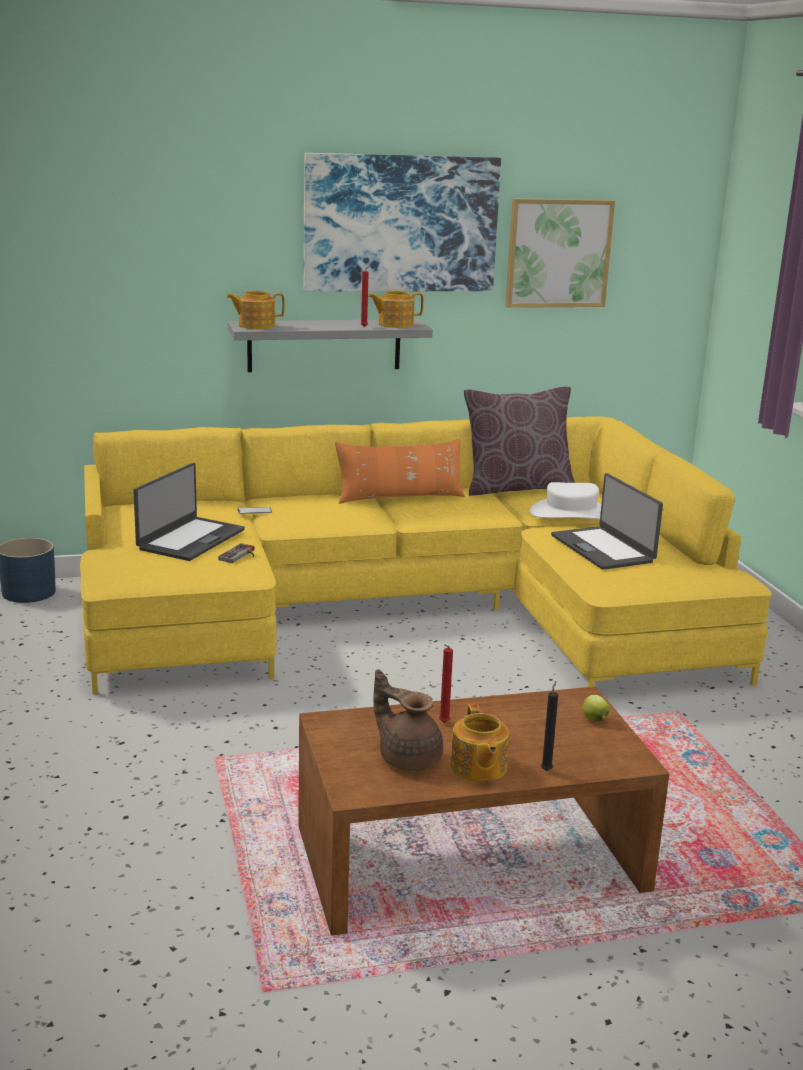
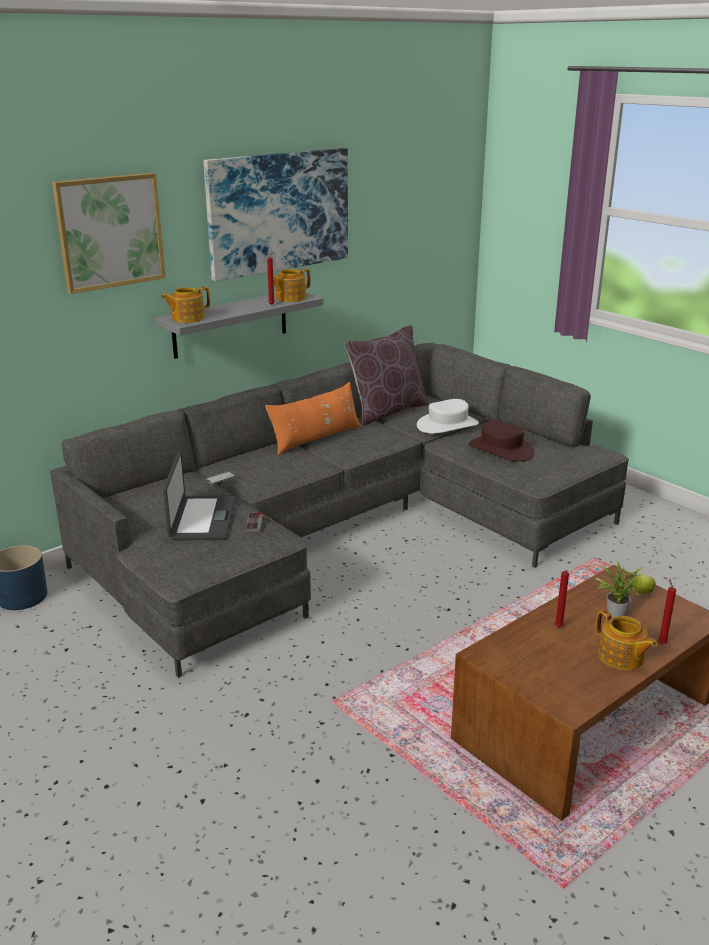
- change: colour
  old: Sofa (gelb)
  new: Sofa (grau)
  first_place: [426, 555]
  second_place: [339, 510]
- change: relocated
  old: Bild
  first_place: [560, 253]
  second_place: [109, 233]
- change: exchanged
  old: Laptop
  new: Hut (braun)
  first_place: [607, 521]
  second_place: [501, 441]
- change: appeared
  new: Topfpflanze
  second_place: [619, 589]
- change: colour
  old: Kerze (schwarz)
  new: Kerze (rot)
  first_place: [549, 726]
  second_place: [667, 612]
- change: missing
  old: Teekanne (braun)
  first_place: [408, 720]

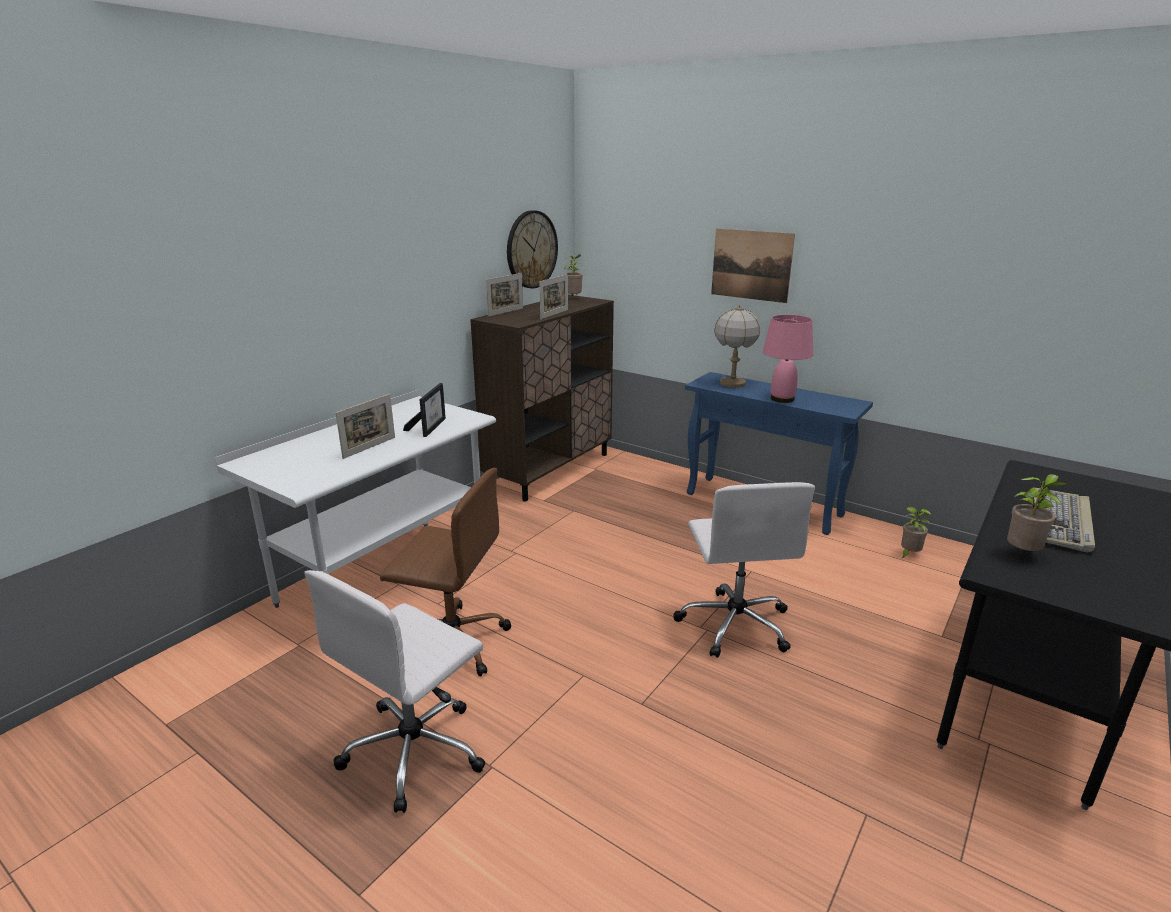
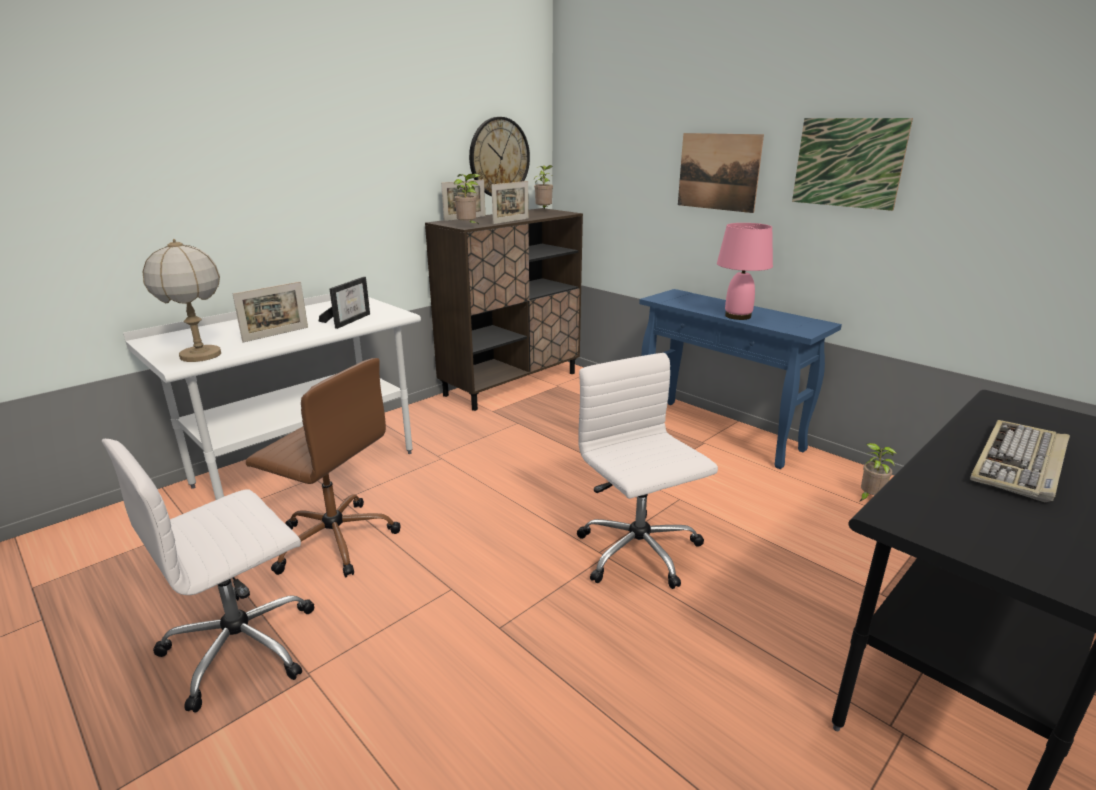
- change: relocated
  old: Tischlampe
  first_place: [737, 346]
  second_place: [181, 300]
- change: relocated
  old: Topfpflanze
  first_place: [1037, 512]
  second_place: [467, 198]
- change: spun
  old: Bürostuhl (weiß)
  first_place: [744, 570]
  second_place: [647, 471]
  degrees: 150
- change: appeared
  new: Bild
  second_place: [852, 164]

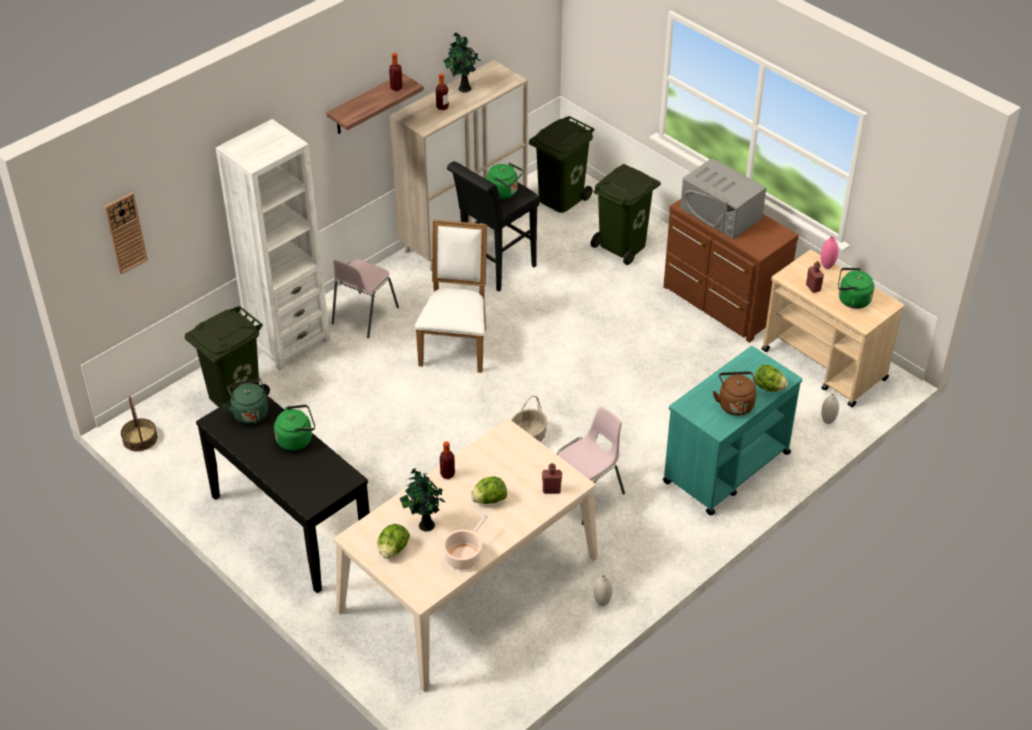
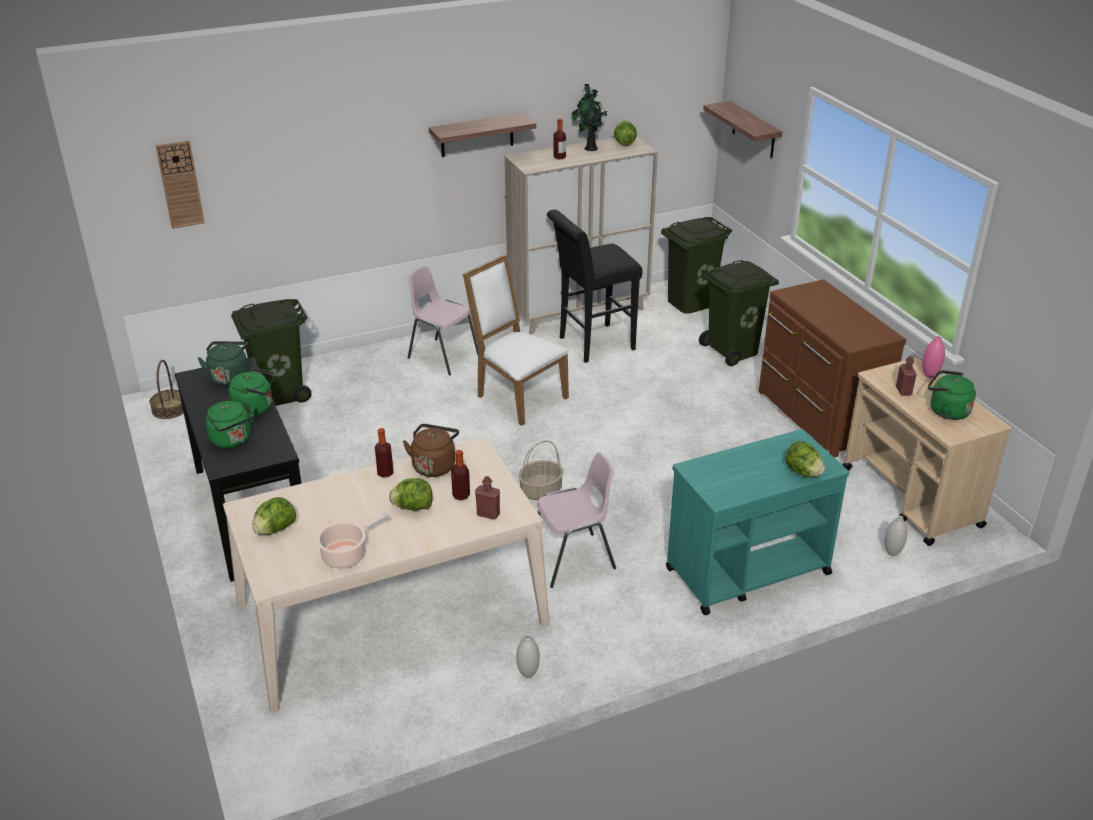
- change: relocated
  old: Wasserkessel (grün)
  first_place: [505, 180]
  second_place: [230, 424]
- change: relocated
  old: Wasserkessel (braun)
  first_place: [734, 393]
  second_place: [431, 450]
- change: spun
  old: Stuhl (rosa)
  first_place: [365, 298]
  second_place: [443, 321]
  degrees: 75
- change: relocated
  old: Flasche
  first_place: [396, 72]
  second_place: [460, 475]
- change: spun
  old: Stuhl (weiß)
  first_place: [451, 296]
  second_place: [516, 340]
  degrees: -75
- change: appeared
  new: Salatkopf
  second_place: [625, 133]
- change: appeared
  new: Wandregal
  second_place: [742, 129]
- change: missing
  old: Bücherregal (weiß)
  first_place: [273, 244]
- change: missing
  old: Topfpflanze
  first_place: [422, 500]
- change: missing
  old: Mikrowelle (grau)
  first_place: [723, 198]

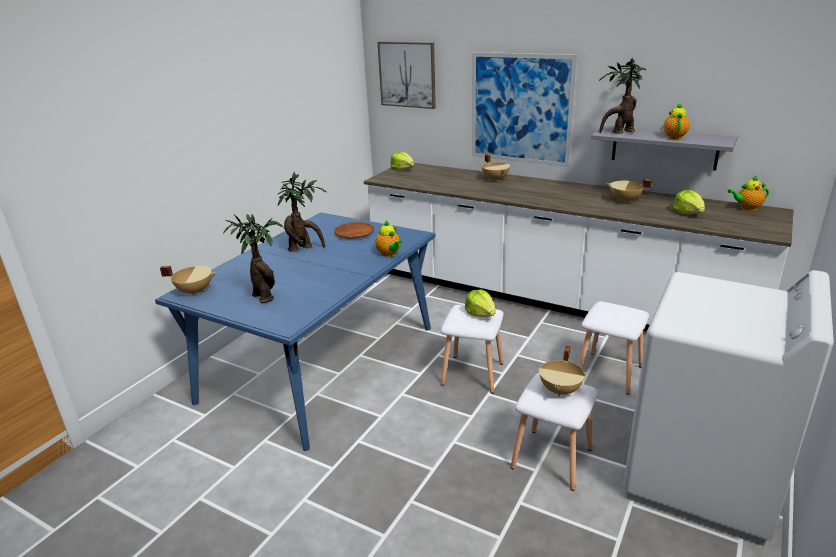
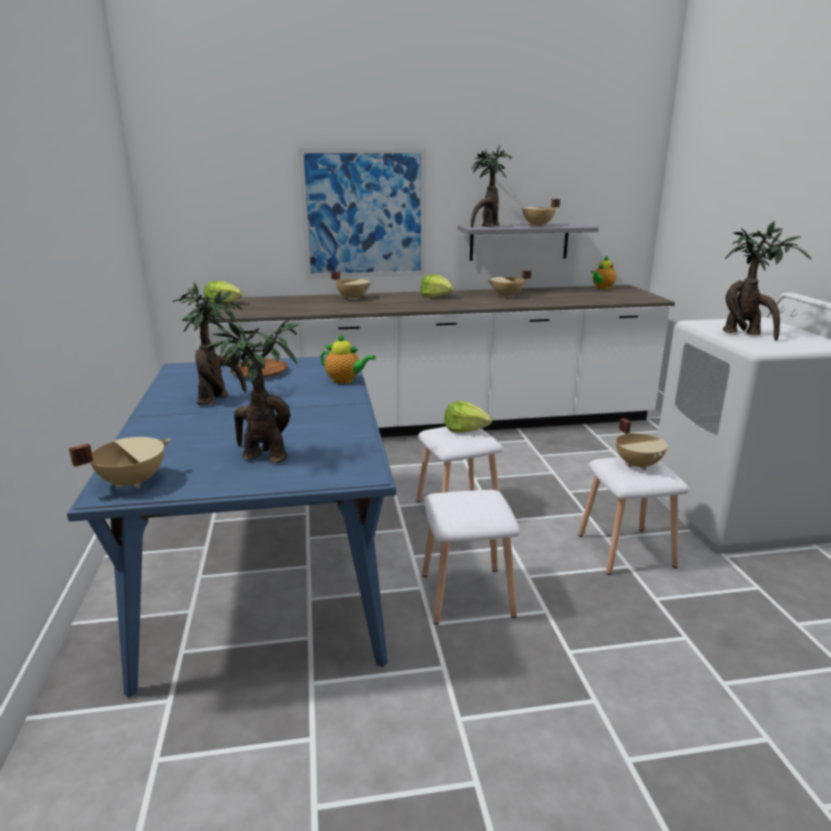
- change: relocated
  old: Salatkopf
  first_place: [689, 202]
  second_place: [437, 286]
- change: relocated
  old: Hocker (weiß)
  first_place: [613, 348]
  second_place: [471, 557]
- change: exchanged
  old: Teekanne
  new: Kochtopf (beige)
  first_place: [677, 121]
  second_place: [541, 212]
- change: appeared
  new: Topfpflanze
  second_place: [767, 281]
- change: missing
  old: Bild
  first_place: [407, 75]

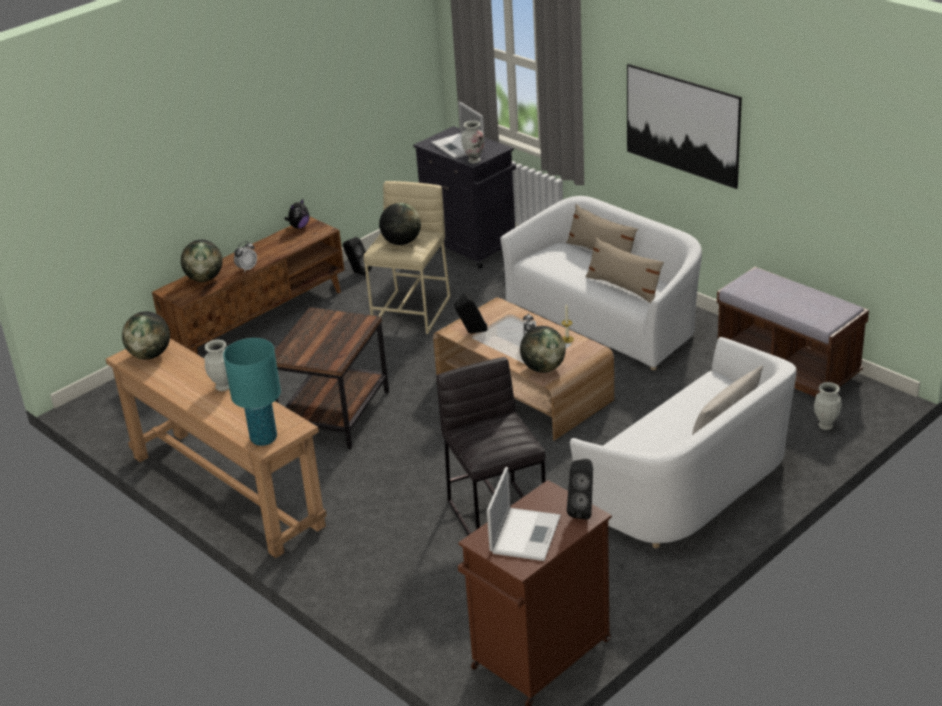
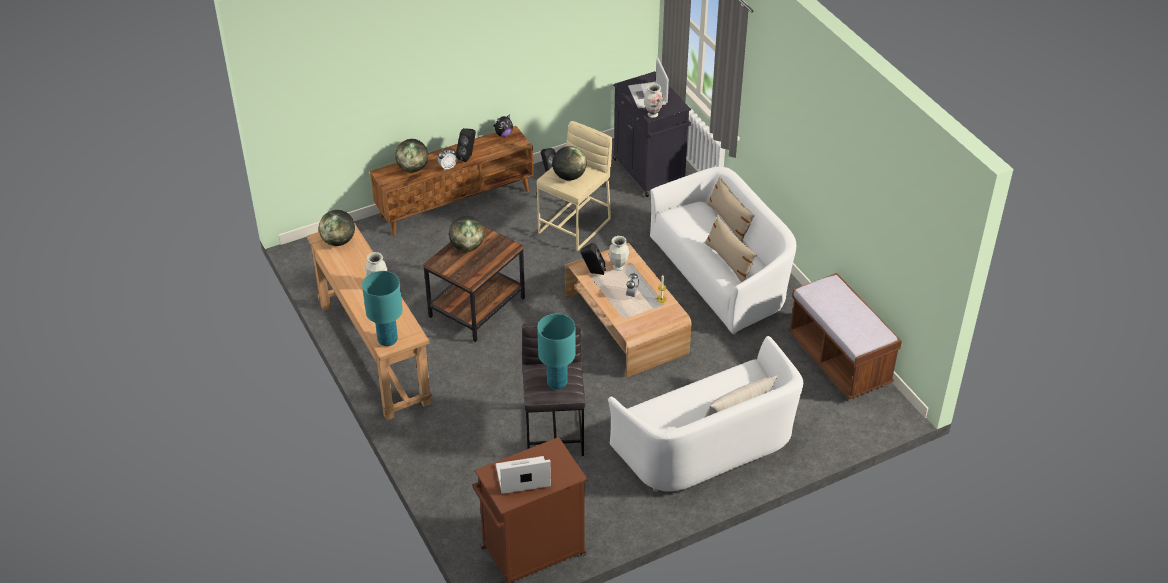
- change: relocated
  old: Globus
  first_place: [543, 349]
  second_place: [466, 234]
- change: relocated
  old: Lautsprecher (schwarz)
  first_place: [580, 489]
  second_place: [466, 145]
- change: spun
  old: Laptop
  first_place: [524, 514]
  second_place: [523, 475]
  degrees: -135
- change: appeared
  new: Tischlampe (türkis)
  second_place: [556, 351]
- change: relocated
  old: Vase
  first_place: [828, 406]
  second_place: [619, 253]
- change: missing
  old: Bild
  first_place: [684, 126]

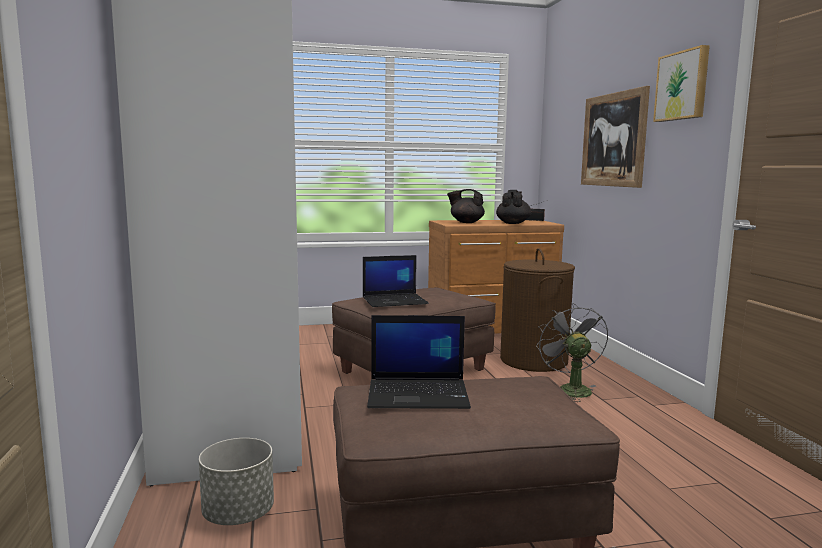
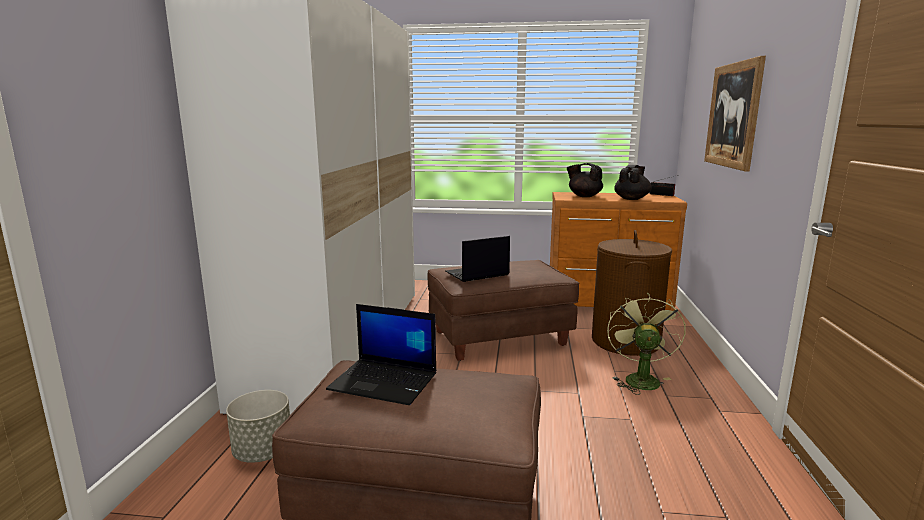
- change: spun
  old: Laptop
  first_place: [395, 281]
  second_place: [477, 259]
  degrees: 150
- change: colour
  old: Ventilator (grau)
  new: Ventilator (grün)
  first_place: [572, 352]
  second_place: [646, 343]
- change: missing
  old: Bild
  first_place: [681, 83]

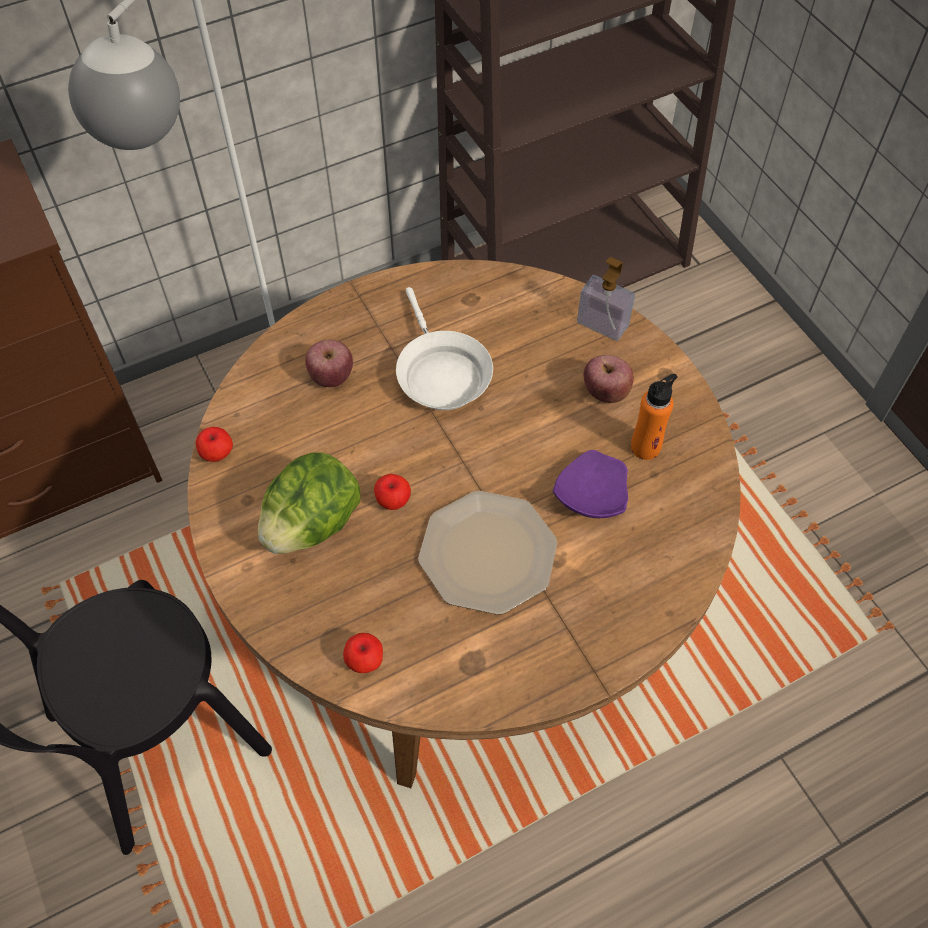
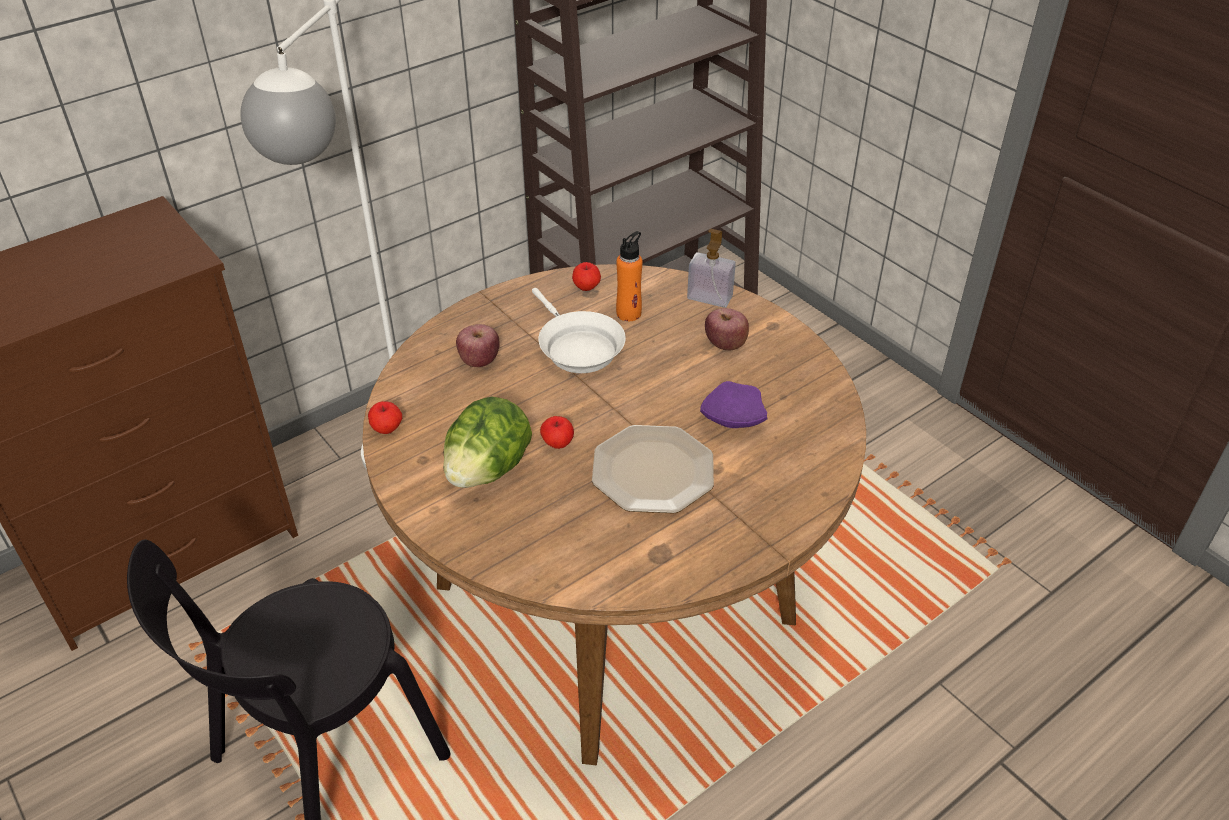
- change: relocated
  old: Apfel
  first_place: [363, 653]
  second_place: [586, 276]
- change: relocated
  old: Flasche (orange)
  first_place: [654, 417]
  second_place: [629, 276]

